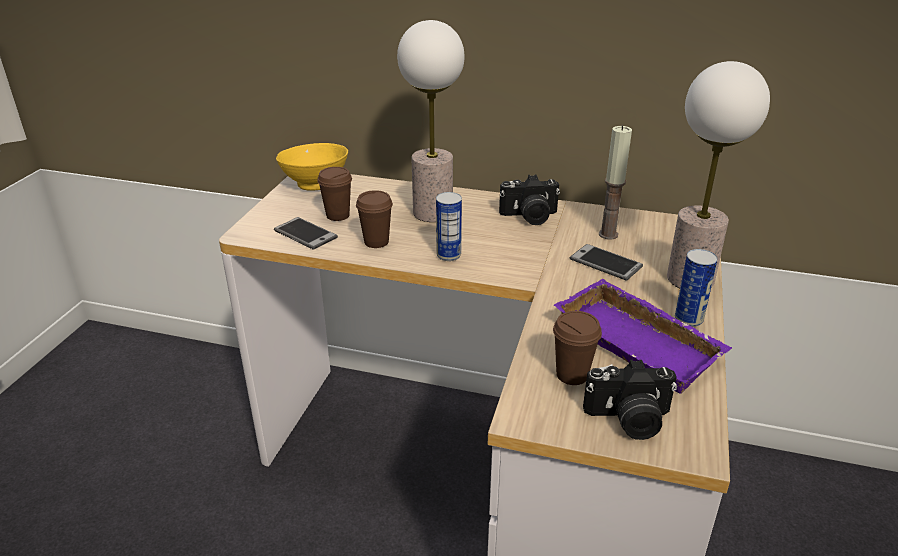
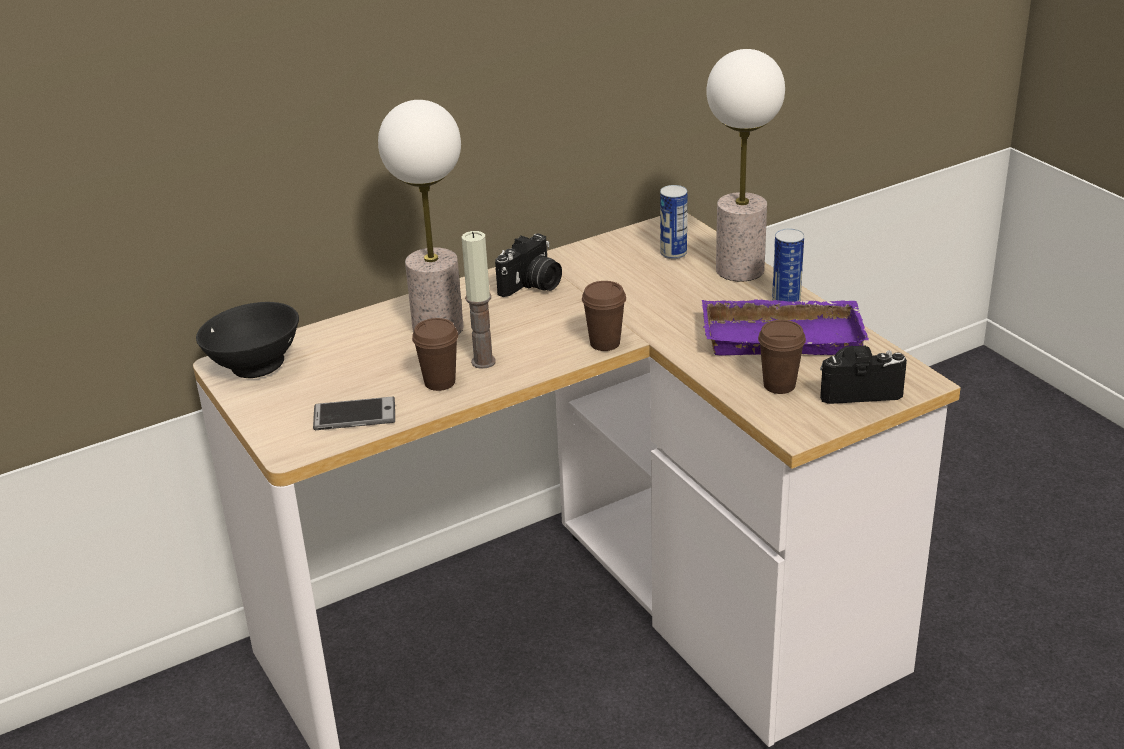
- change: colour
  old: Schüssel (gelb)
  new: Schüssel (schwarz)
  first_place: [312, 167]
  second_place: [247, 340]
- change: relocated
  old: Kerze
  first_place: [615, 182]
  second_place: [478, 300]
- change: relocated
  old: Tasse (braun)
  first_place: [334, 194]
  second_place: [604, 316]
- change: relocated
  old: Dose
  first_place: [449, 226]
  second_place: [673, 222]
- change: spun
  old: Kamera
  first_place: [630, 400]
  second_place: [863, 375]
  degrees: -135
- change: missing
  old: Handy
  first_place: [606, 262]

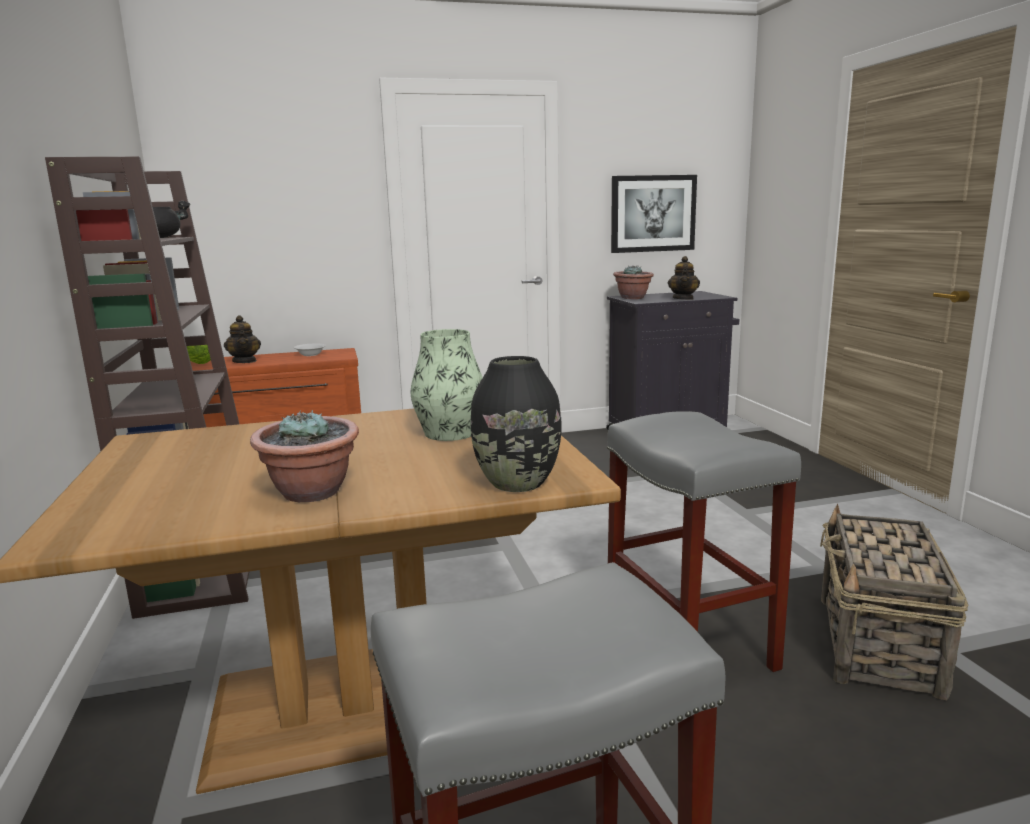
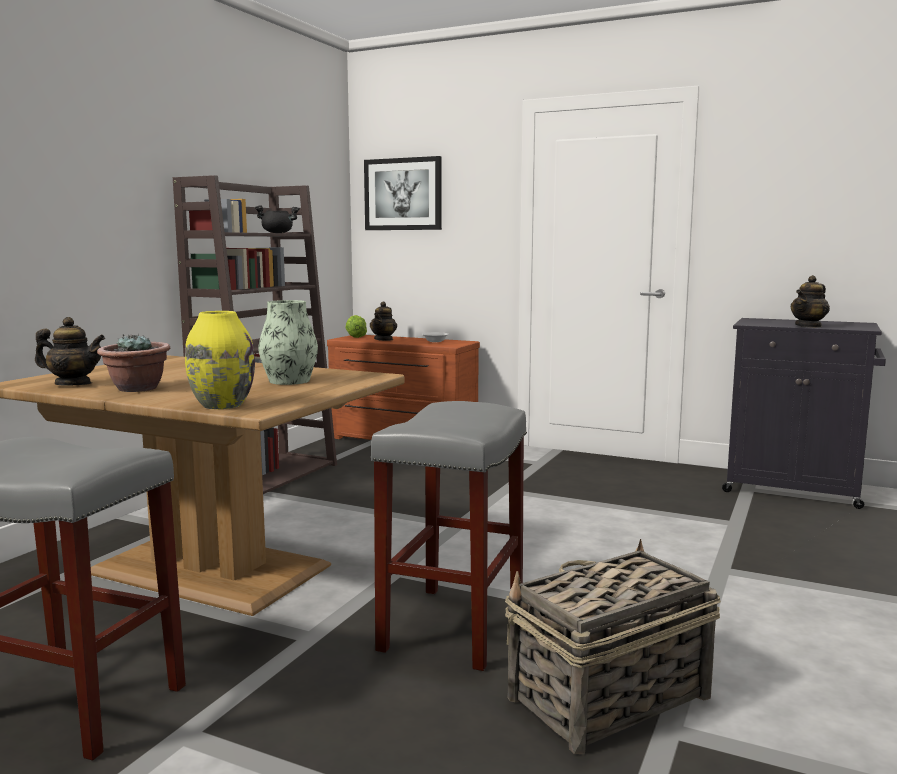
- change: appeared
  new: Teekanne
  second_place: [70, 351]
- change: colour
  old: Vase (schwarz)
  new: Vase (gelb)
  first_place: [516, 424]
  second_place: [220, 360]
- change: relocated
  old: Bild
  first_place: [654, 214]
  second_place: [403, 193]
- change: missing
  old: Topfpflanze
  first_place: [633, 282]

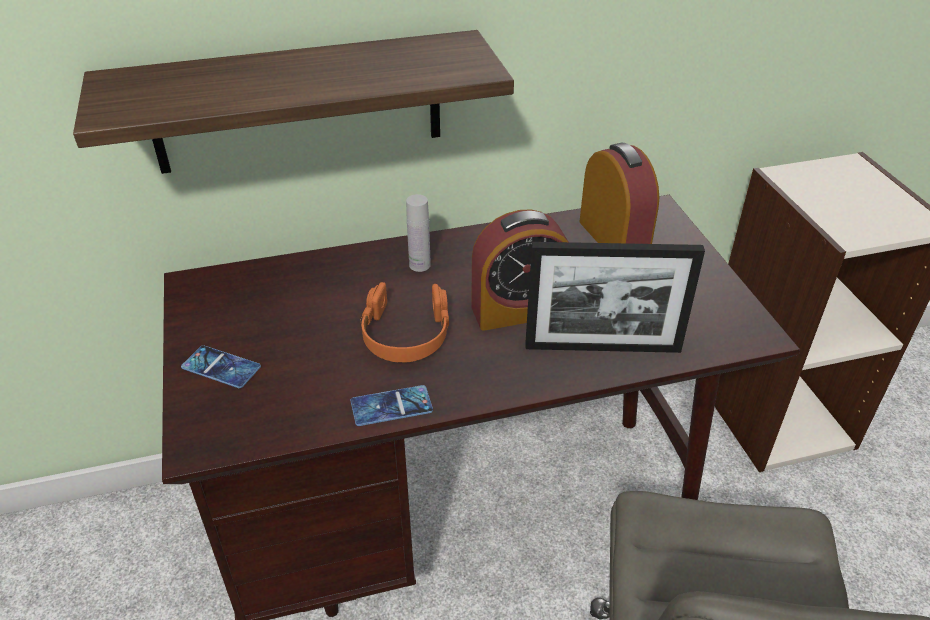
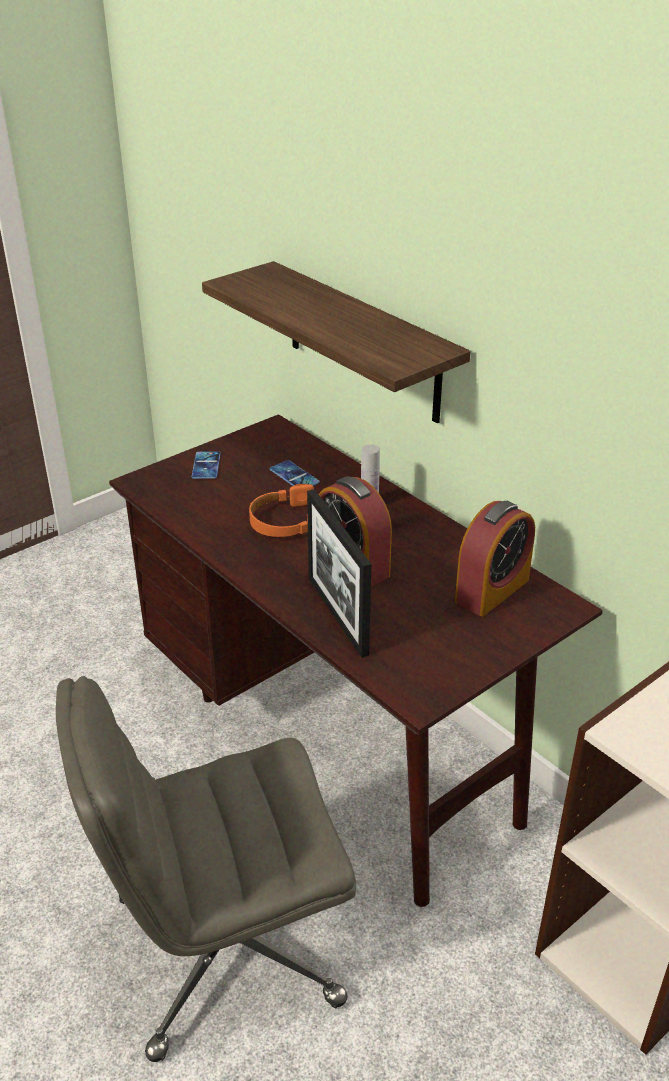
- change: relocated
  old: Handy
  first_place: [392, 405]
  second_place: [295, 473]

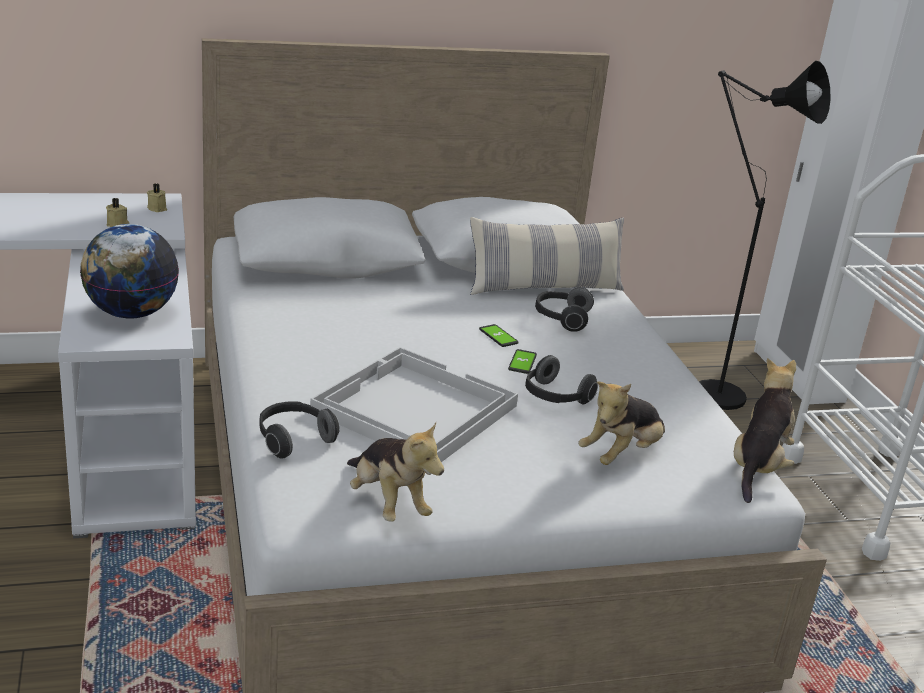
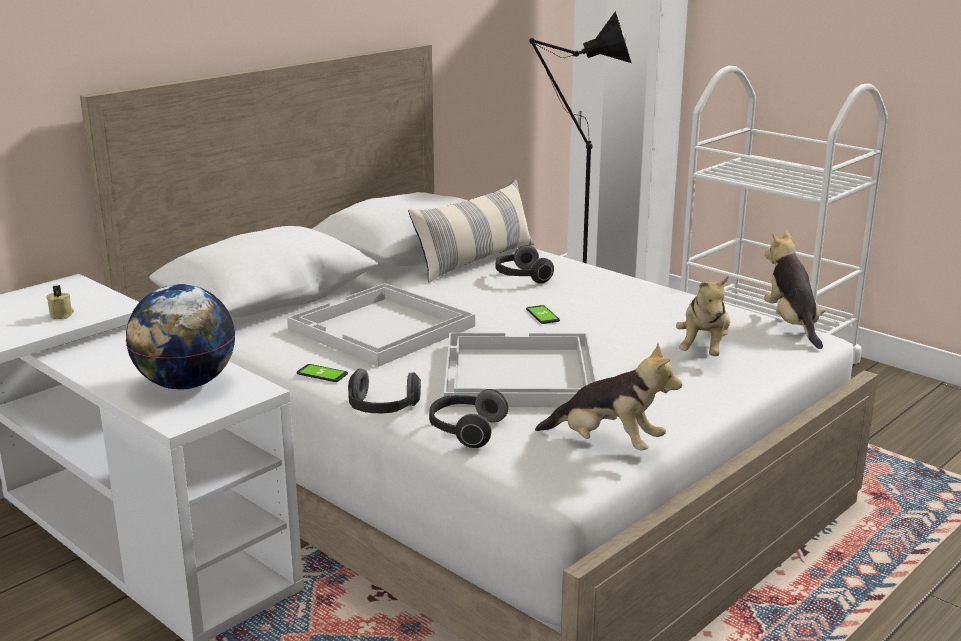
- change: appeared
  new: Tablett (weiß)
  second_place: [381, 325]
- change: relocated
  old: Handy
  first_place: [499, 335]
  second_place: [322, 373]
- change: relocated
  old: Kopfhörer
  first_place: [561, 379]
  second_place: [384, 391]
- change: missing
  old: Kerze (beige)
  first_place: [157, 198]

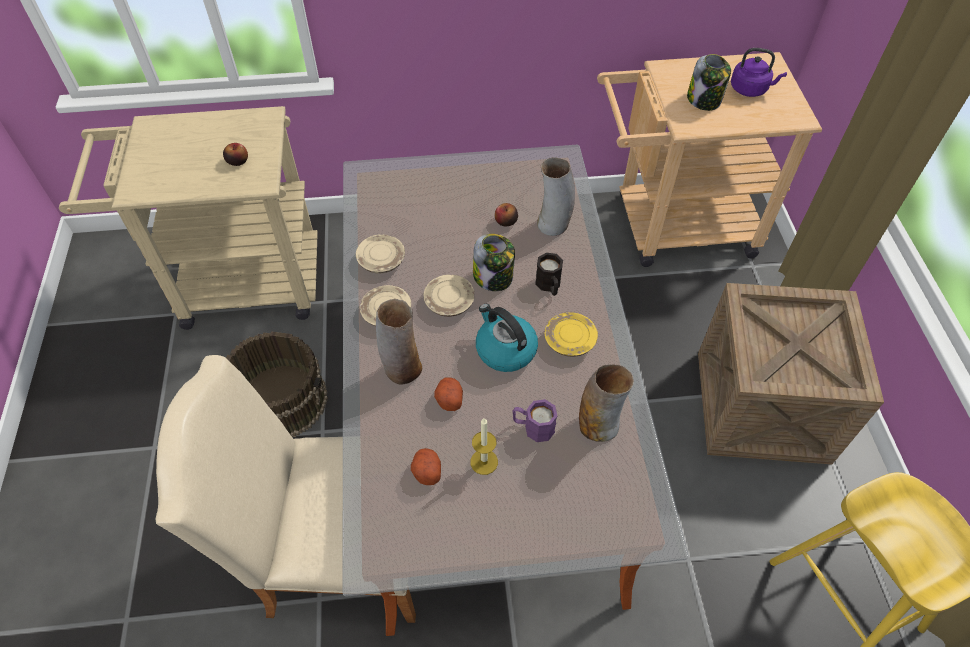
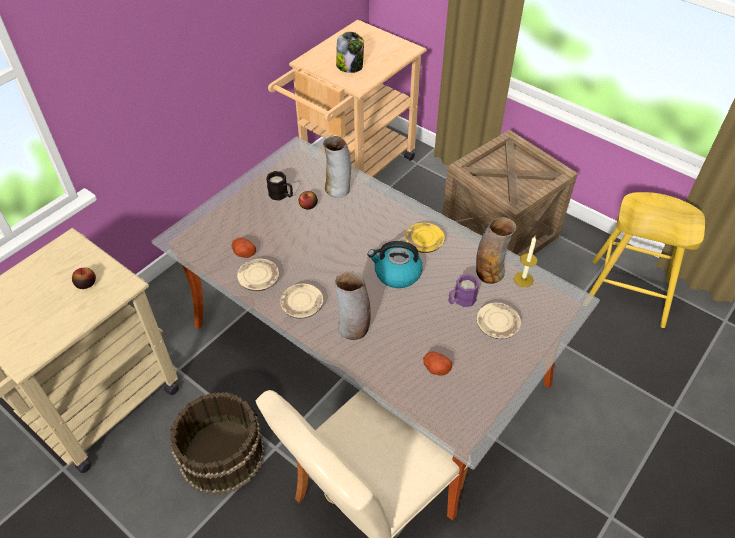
- change: relocated
  old: Kartoffel
  first_place: [448, 394]
  second_place: [244, 248]
- change: relocated
  old: Henkelbecher (schwarz)
  first_place: [549, 274]
  second_place: [279, 186]
- change: relocated
  old: Teller (beige)
  first_place: [449, 296]
  second_place: [499, 320]
- change: relocated
  old: Kerze
  first_place: [484, 446]
  second_place: [526, 261]
- change: missing
  old: Vorratsglas
  first_place: [494, 262]
- change: missing
  old: Wasserkessel (lila)
  first_place: [759, 72]

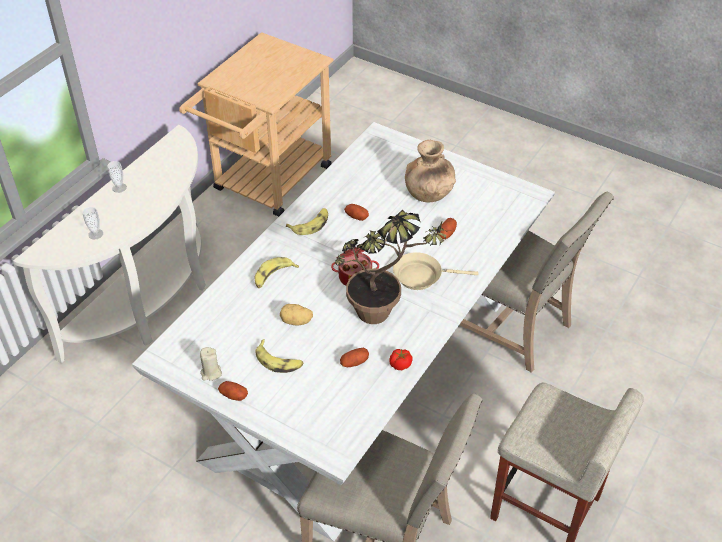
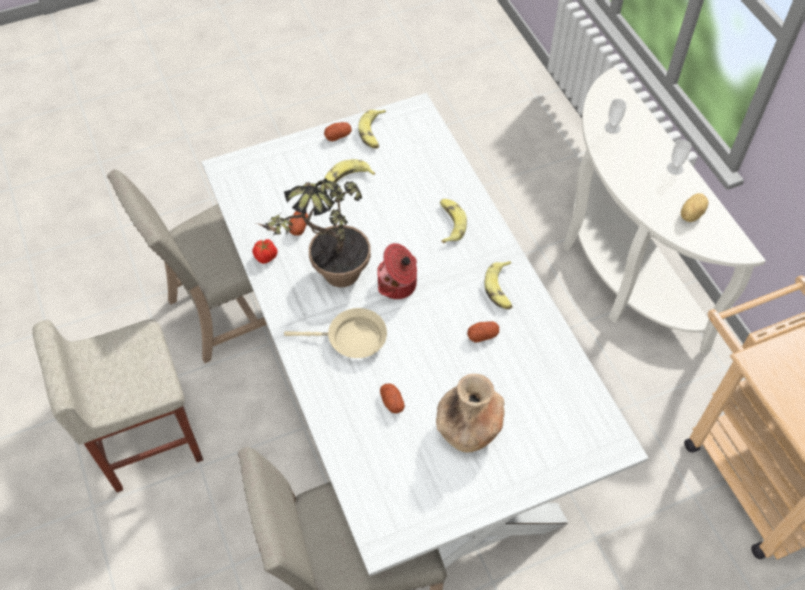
- change: spun
  old: Pfanne (beige)
  first_place: [435, 271]
  second_place: [335, 333]
  degrees: 60
- change: exchanged
  old: Kerze (beige)
  new: Banane
  first_place: [211, 364]
  second_place: [372, 129]
- change: relocated
  old: Kartoffel
  first_place: [296, 314]
  second_place: [695, 207]

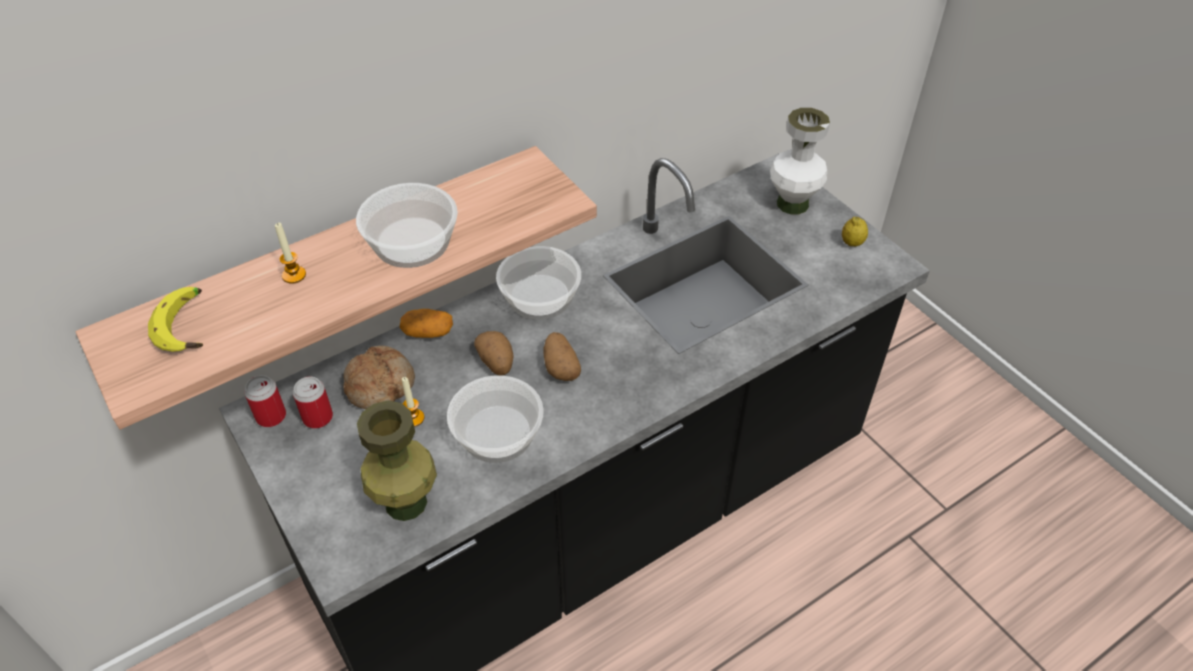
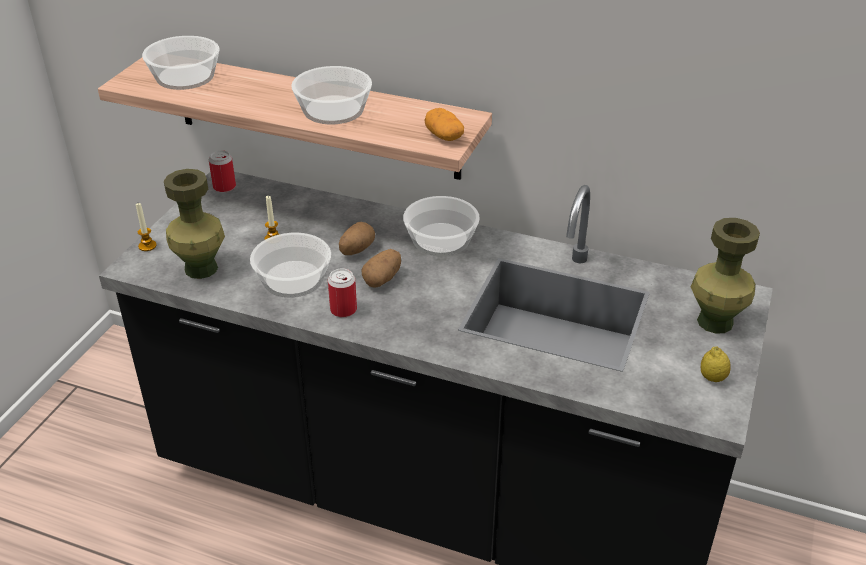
- change: relocated
  old: Kerze
  first_place: [290, 253]
  second_place: [146, 227]
- change: exchanged
  old: Banane
  new: Schüssel
  first_place: [175, 319]
  second_place: [181, 63]
- change: relocated
  old: Dose
  first_place: [313, 402]
  second_place: [342, 292]
- change: relocated
  old: Kartoffel
  first_place: [426, 323]
  second_place: [444, 124]
- change: colour
  old: Vase (weiß)
  new: Vase (grün)
  first_place: [800, 161]
  second_place: [725, 276]
- change: missing
  old: Brot
  first_place: [379, 377]

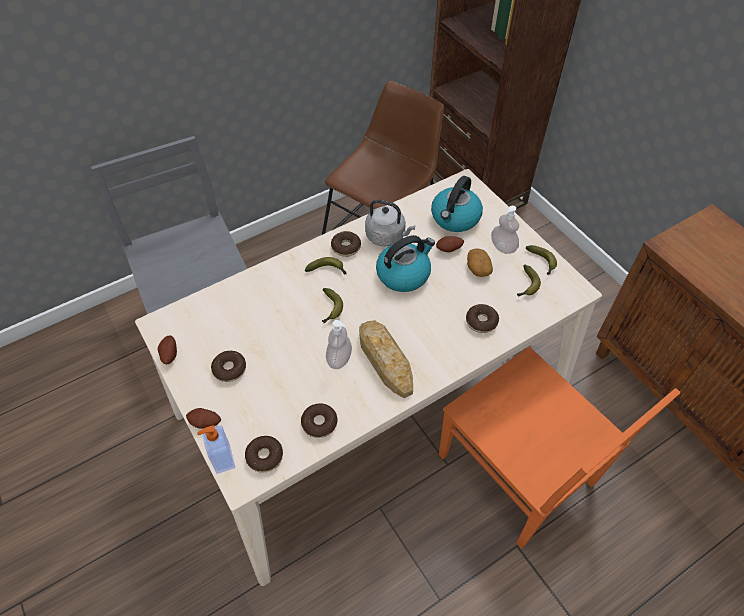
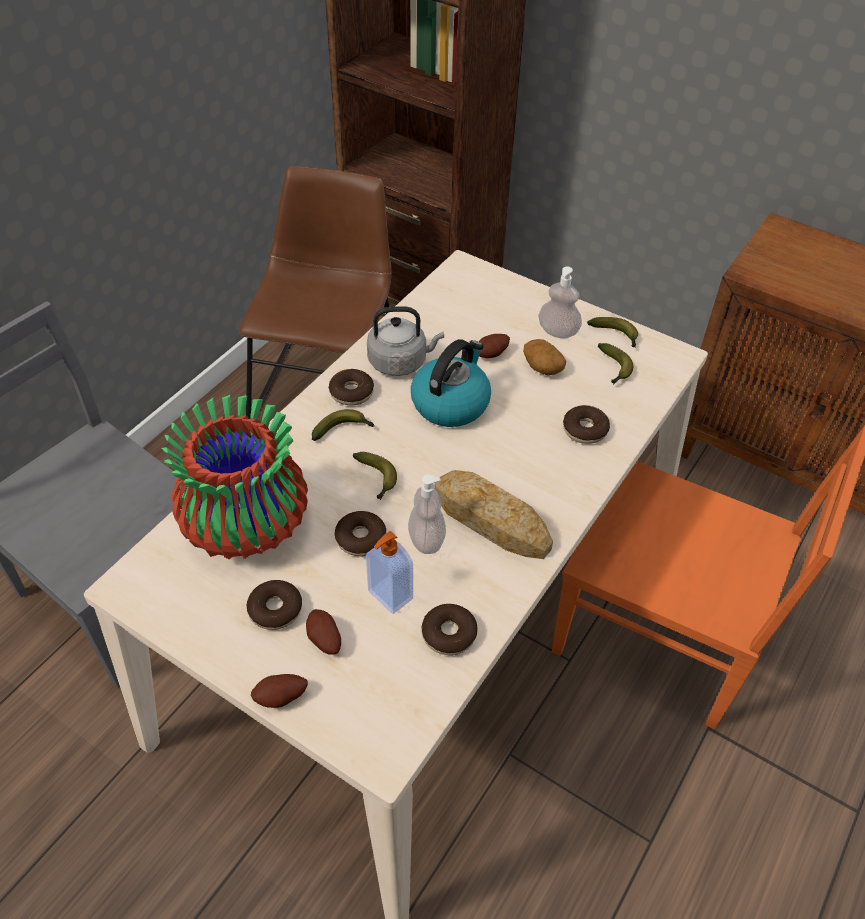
- change: appeared
  new: Vase
  second_place: [234, 477]
- change: relocated
  old: Kartoffel
  first_place: [167, 349]
  second_place: [323, 632]
- change: relocated
  old: Donut
  first_place: [264, 454]
  second_place: [360, 533]
- change: relocated
  old: Seifenspender
  first_place: [216, 449]
  second_place: [389, 572]
- change: missing
  old: Wasserkessel
  first_place: [457, 204]

